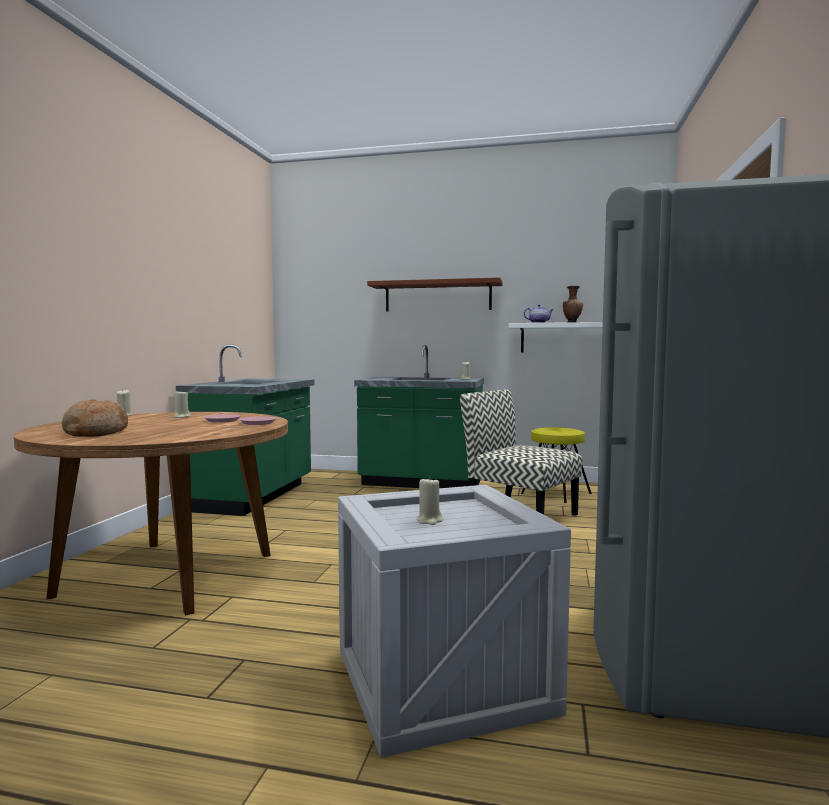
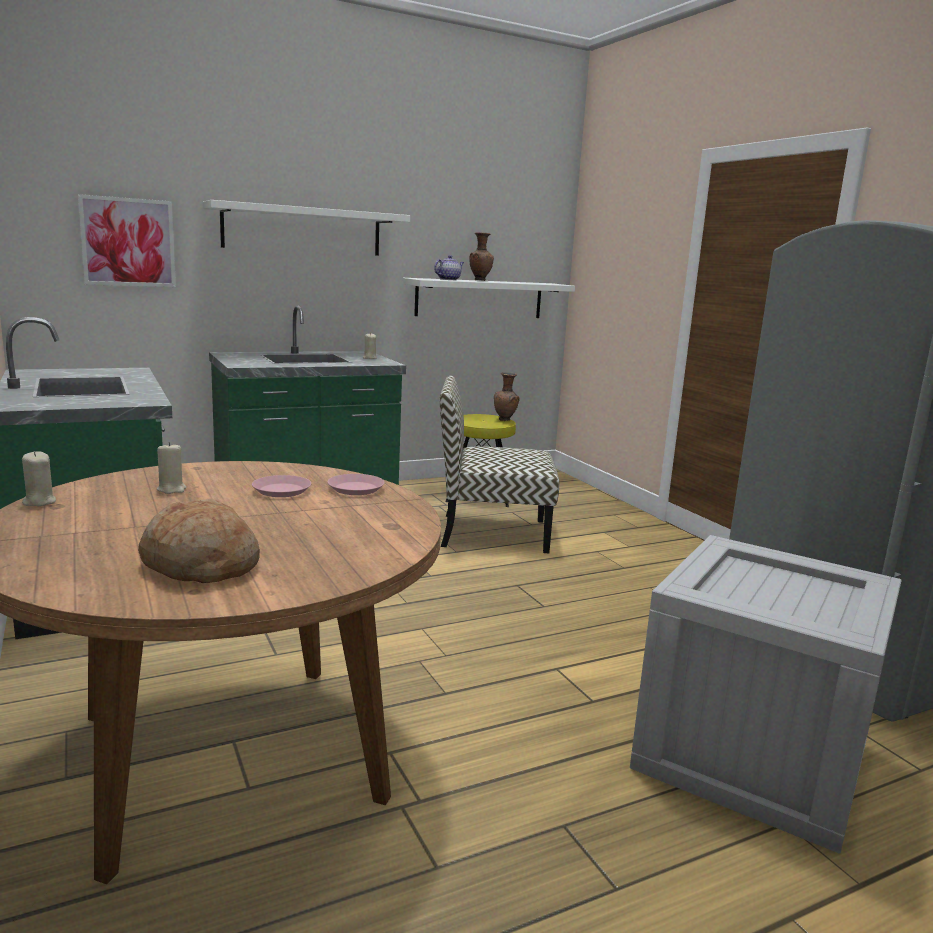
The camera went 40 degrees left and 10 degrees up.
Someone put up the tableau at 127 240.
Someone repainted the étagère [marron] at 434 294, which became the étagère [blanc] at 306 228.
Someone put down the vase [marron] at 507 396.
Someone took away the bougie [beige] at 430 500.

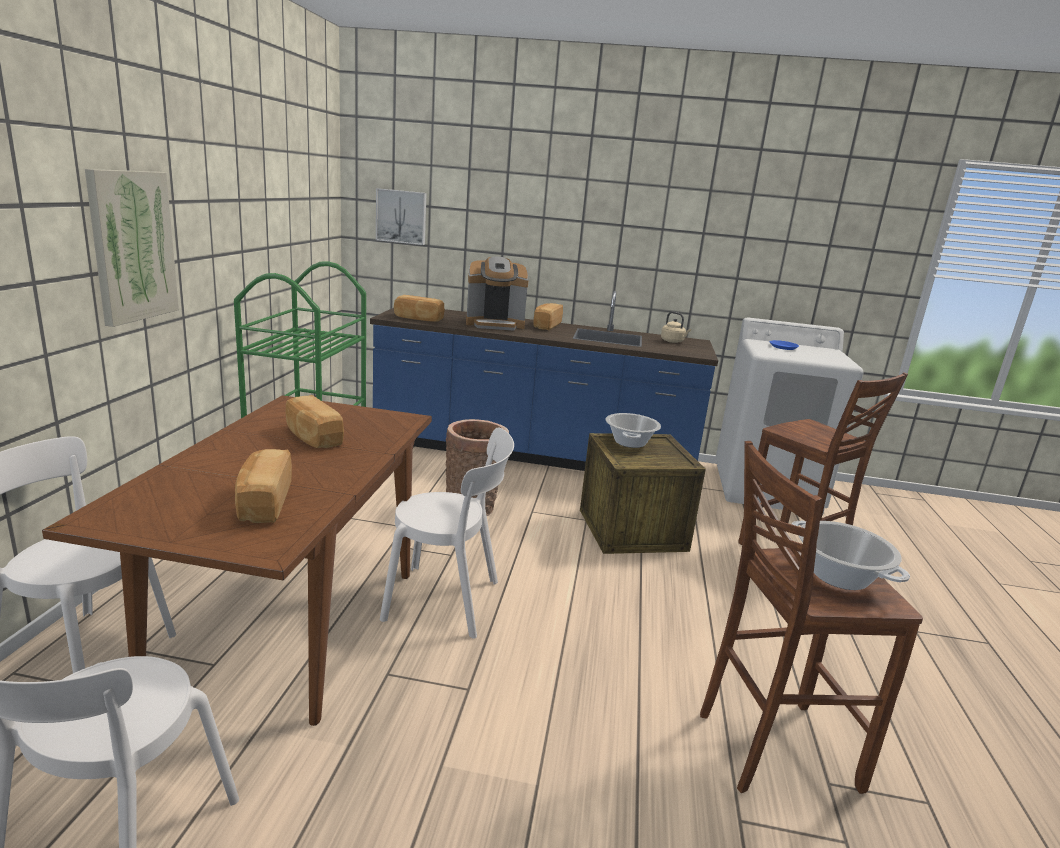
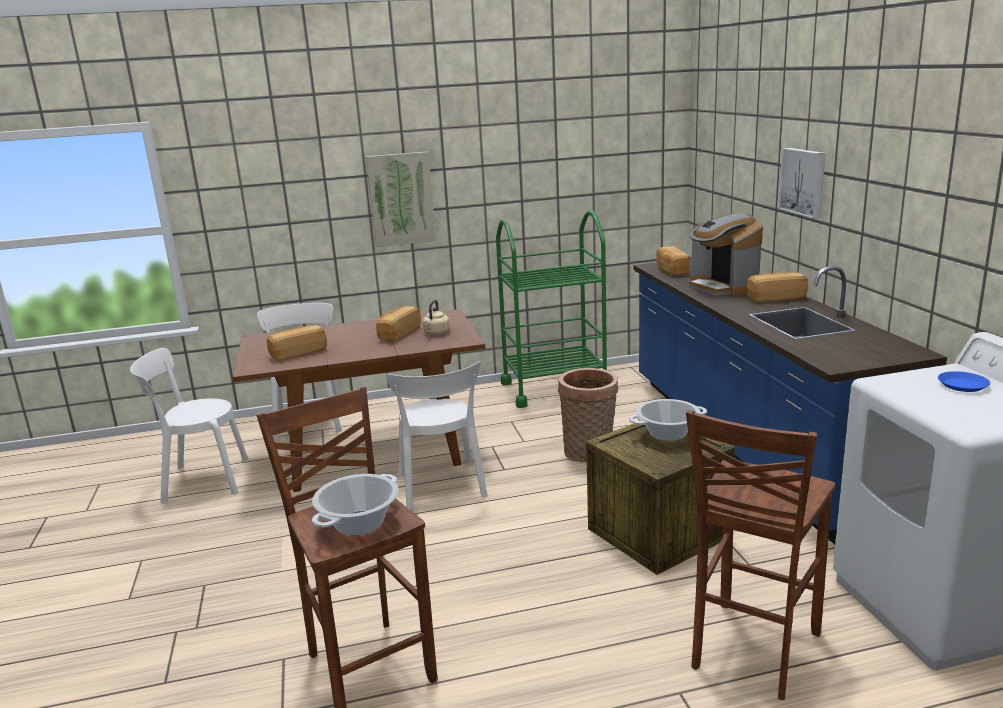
The camera went 70 degrees right and 0 degrees up.
Someone carried the bouilloire [beige] from 676 327 to 436 317.
Someone carried the tableau from 401 216 to 801 183.

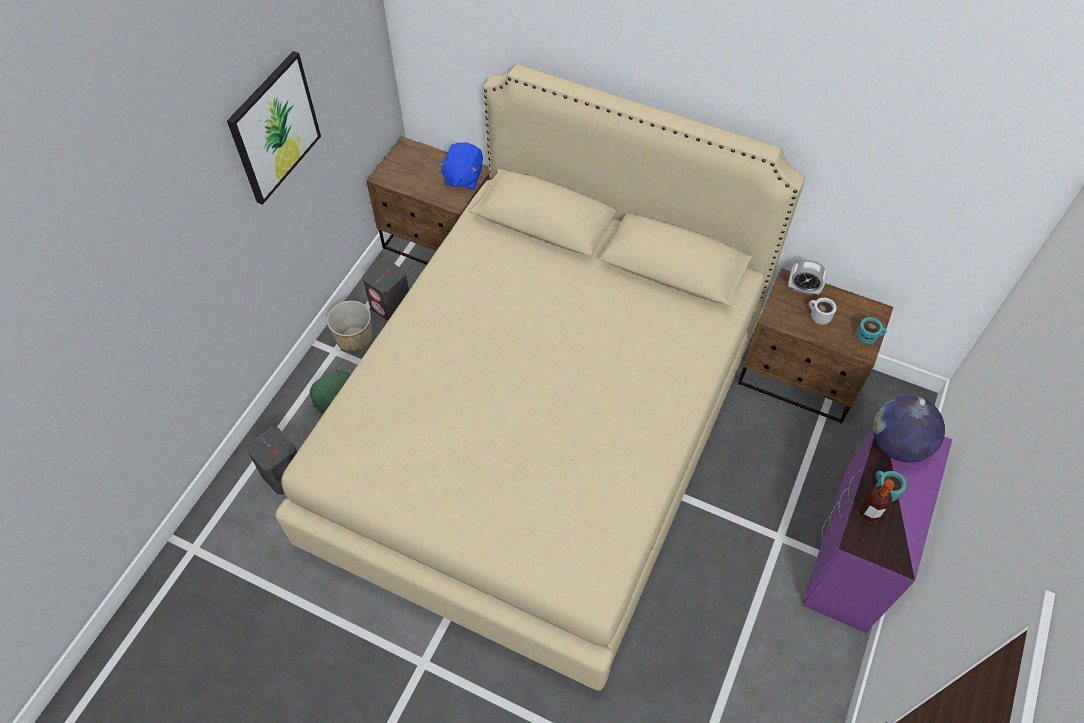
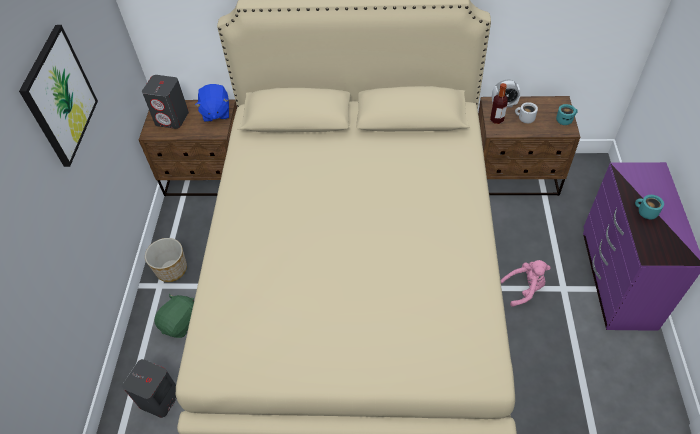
The camera went 20 degrees left and 5 degrees down.
Someone carried the enceinte [gris] from 385 289 to 165 102.
Someone carried the bouteille from 876 501 to 499 103.
Someone put down the peluche [rose] at 525 283.
Someone took away the globe at 909 429.

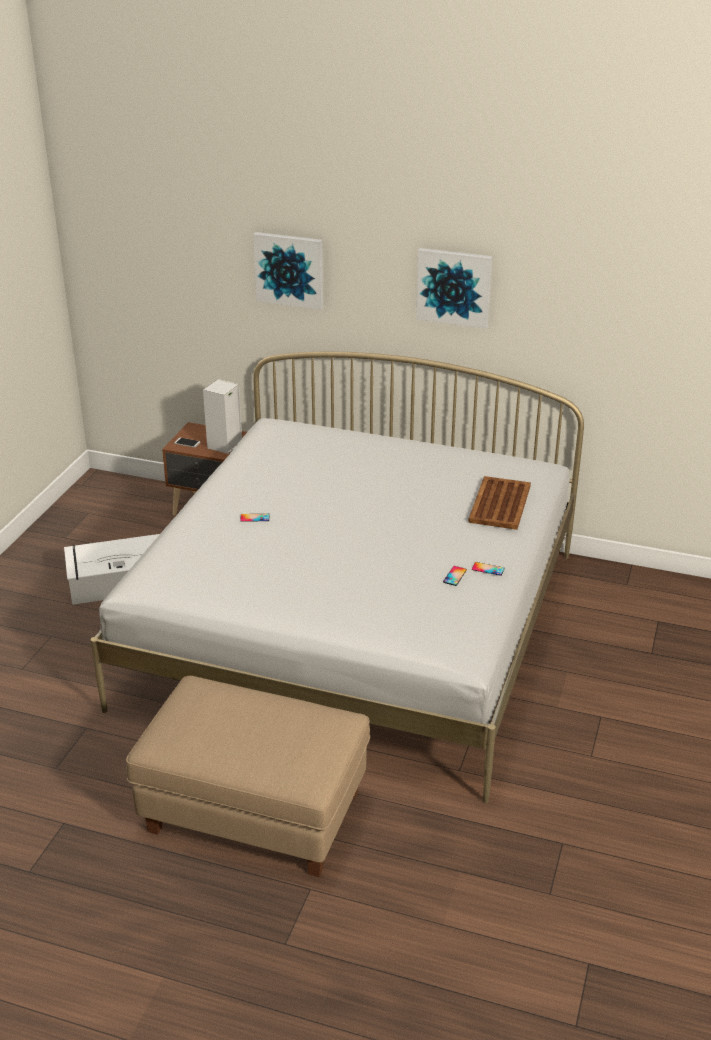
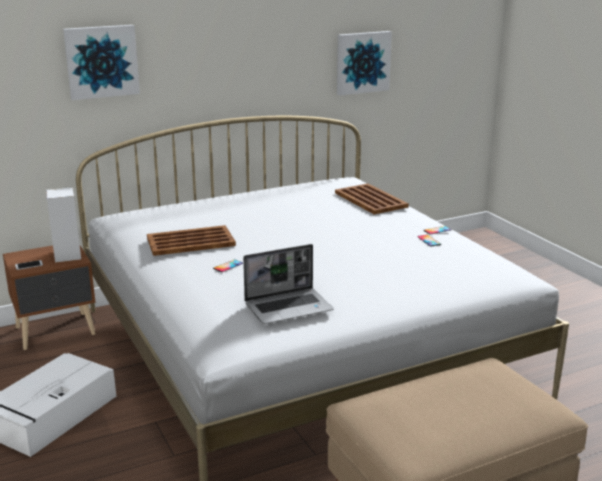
The camera went 45 degrees left and 10 degrees down.
Someone put down the plateau [marron] at 191 240.
Someone put down the ordinateur portable at 288 284.
Someone carried the tableau from 454 288 to 364 63.

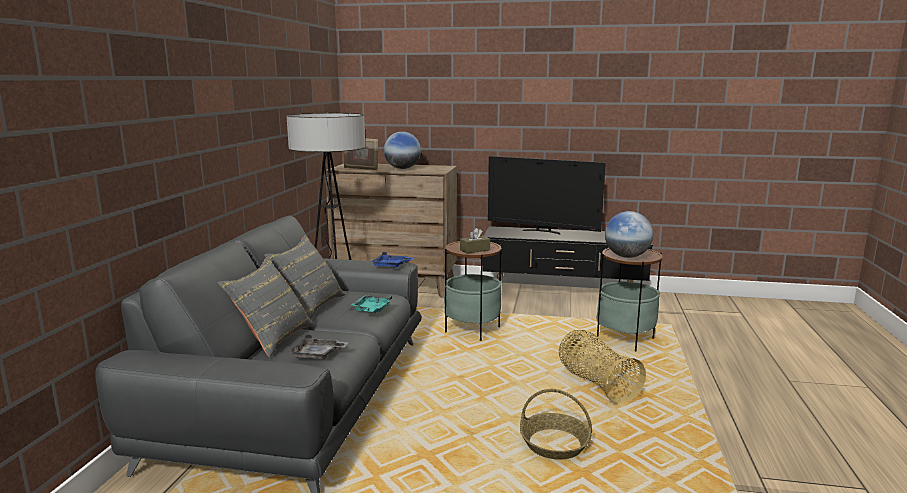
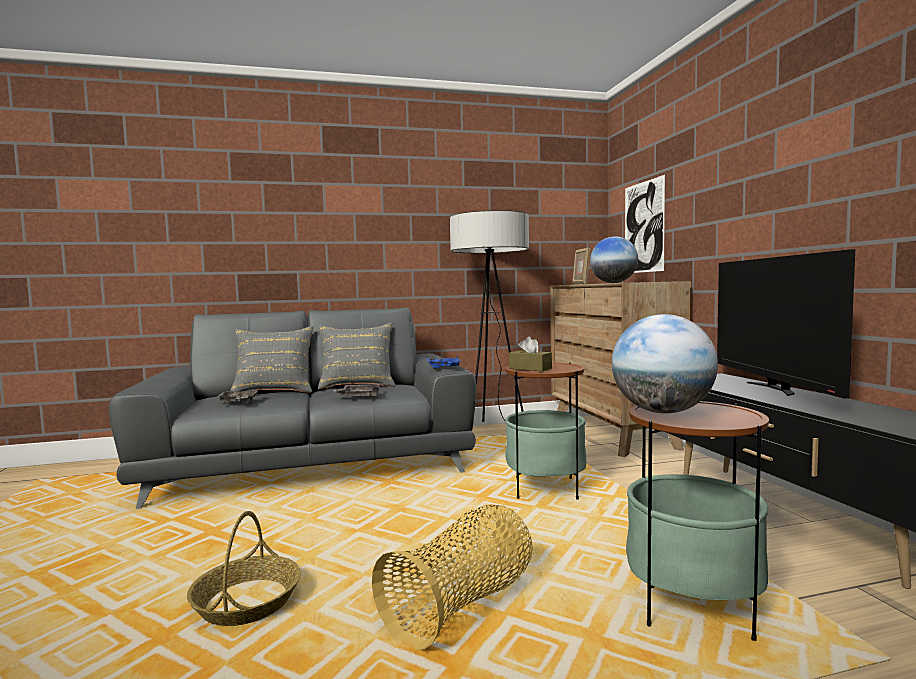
The camera went 65 degrees right and 10 degrees down.
Someone repainted the plateau [turquoise] at 371 304, which became the plateau [gris] at 356 390.
Someone put up the tableau at 645 224.

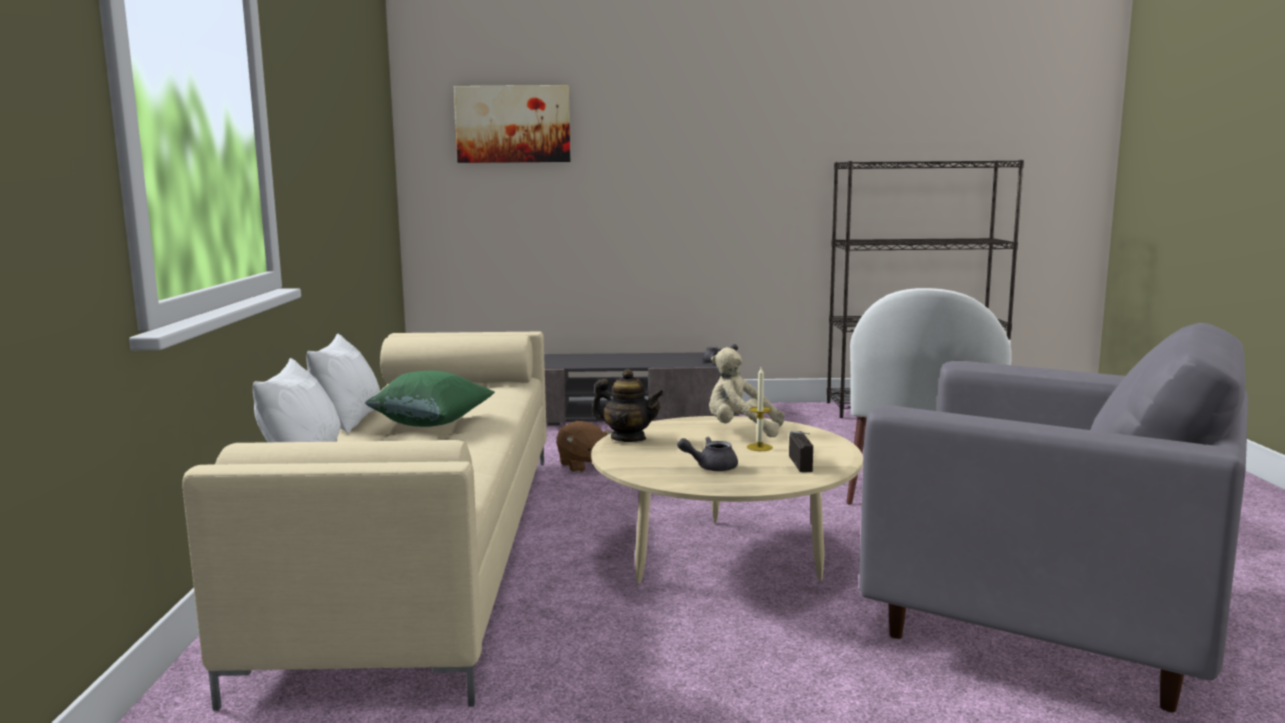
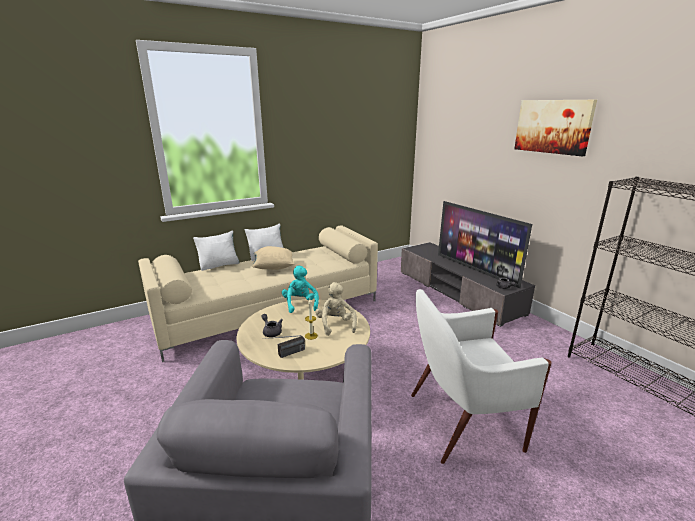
The camera went 60 degrees right and 10 degrees up.
Someone repainted the coussin [vert] at 430 399, which became the coussin [beige] at 273 258.
Someone swapped the théière at 628 405 for the peluche [turquoise] at 300 289.
Someone put down the téléviseur at 485 244.
Someone carried the tableau from 512 124 to 555 128.
Someone took away the peluche [marron] at 584 447.

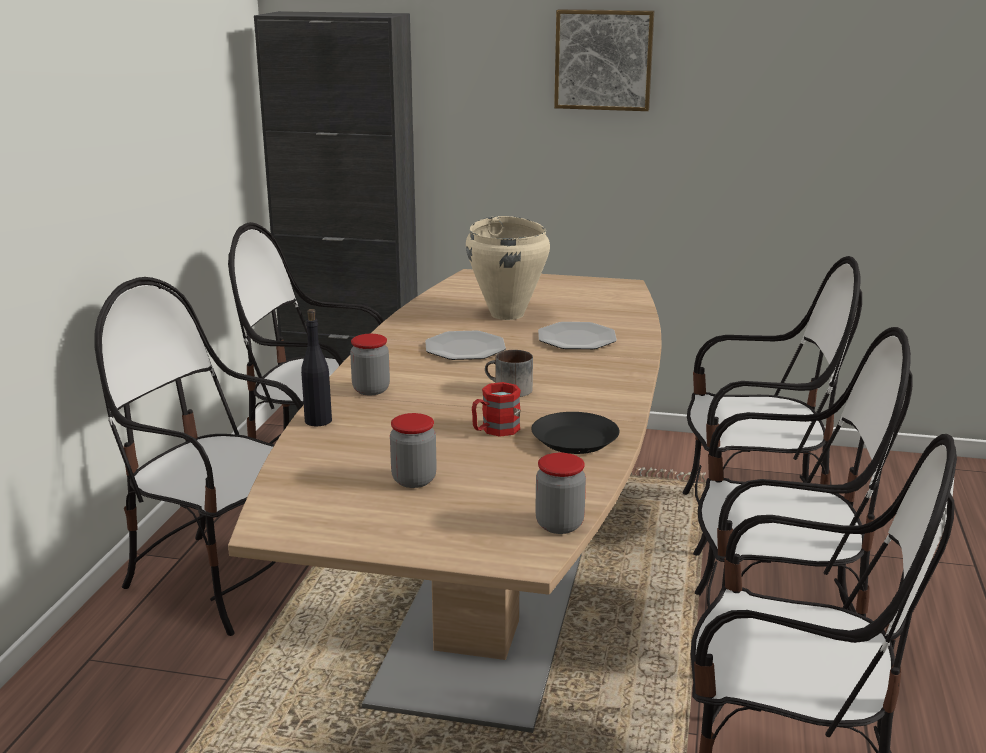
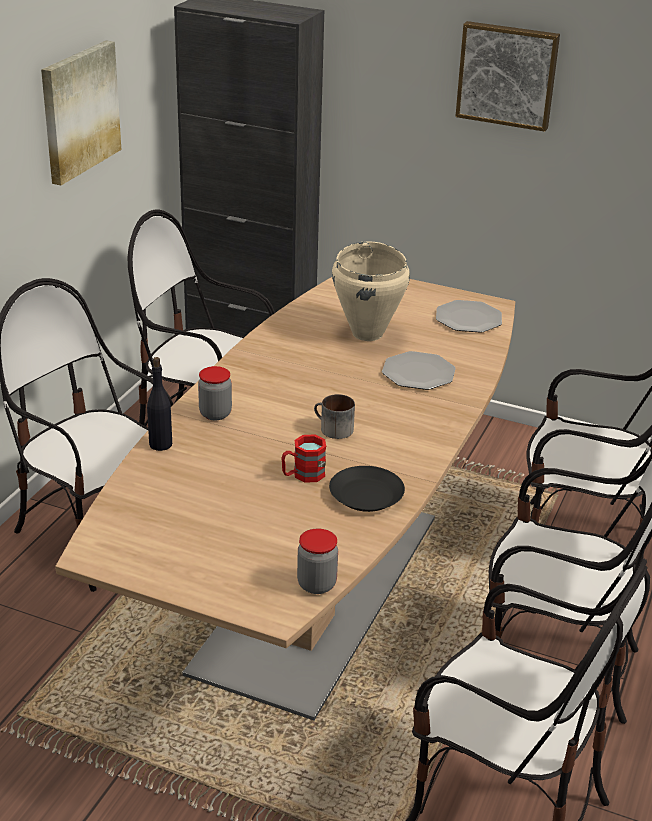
The camera went 10 degrees right and 10 degrees up.
Someone put up the tableau at 81 112.
Someone carried the assiette from 465 345 to 469 316.
Someone took away the bocal at 413 450.

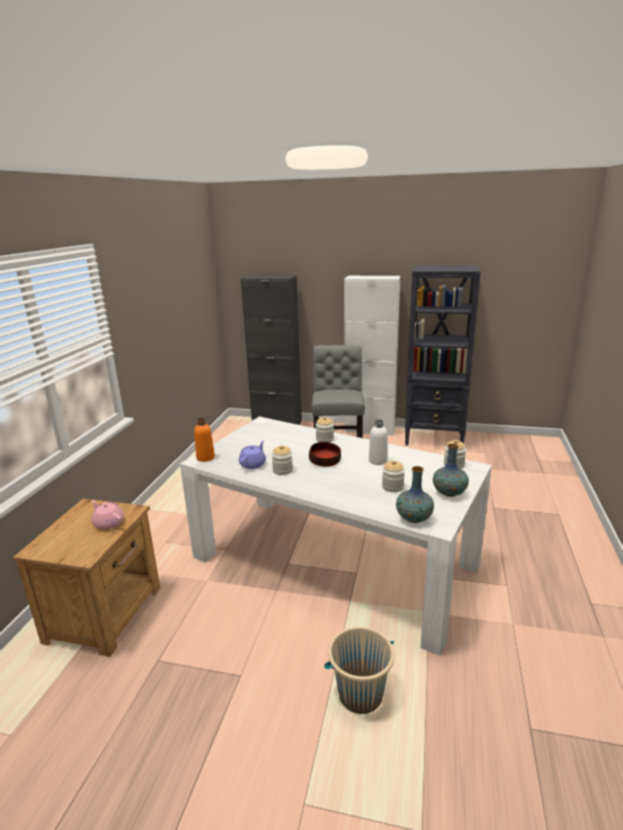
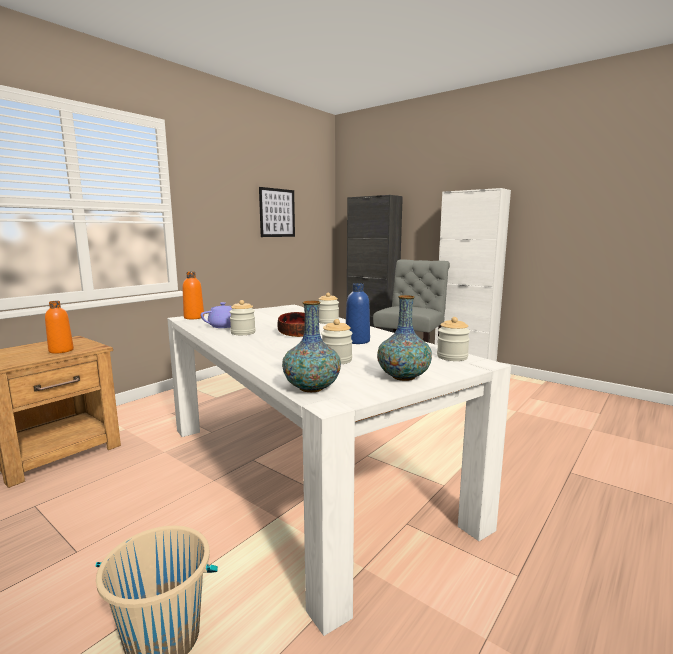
The camera went 25 degrees right and 10 degrees down.
Someone swapped the théière [rose] at 107 515 for the bouteille [orange] at 59 327.
Someone put up the tableau at 277 212.
Someone repainted the bouteille [blanc] at 378 442, which became the bouteille [bleu] at 358 313.
Someone took away the bibliothèque [noir] at 443 355.

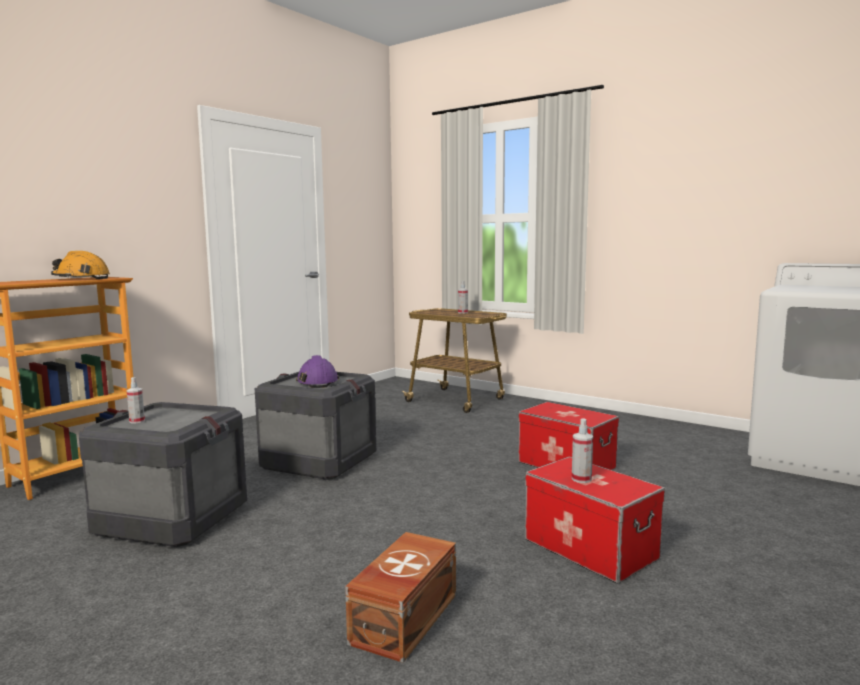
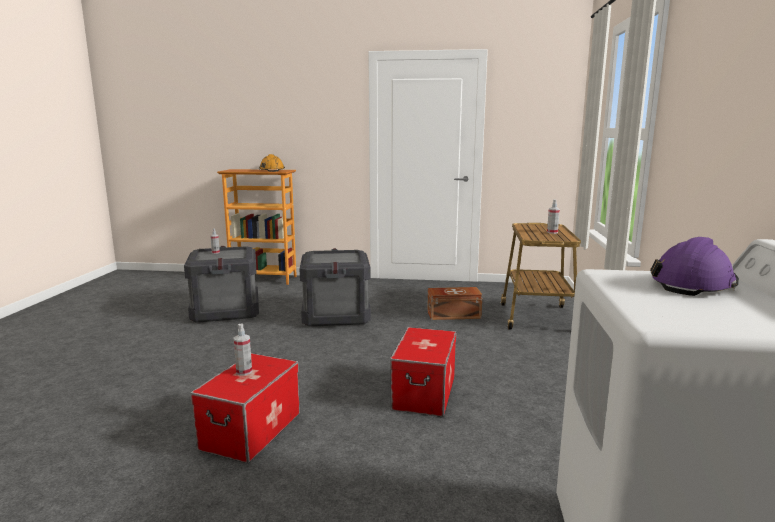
The camera went 60 degrees right and 5 degrees up.
Someone carried the boîte de rangement [marron] from 400 597 to 455 303.
Someone carried the casque de chantier [violet] from 317 371 to 694 266.

